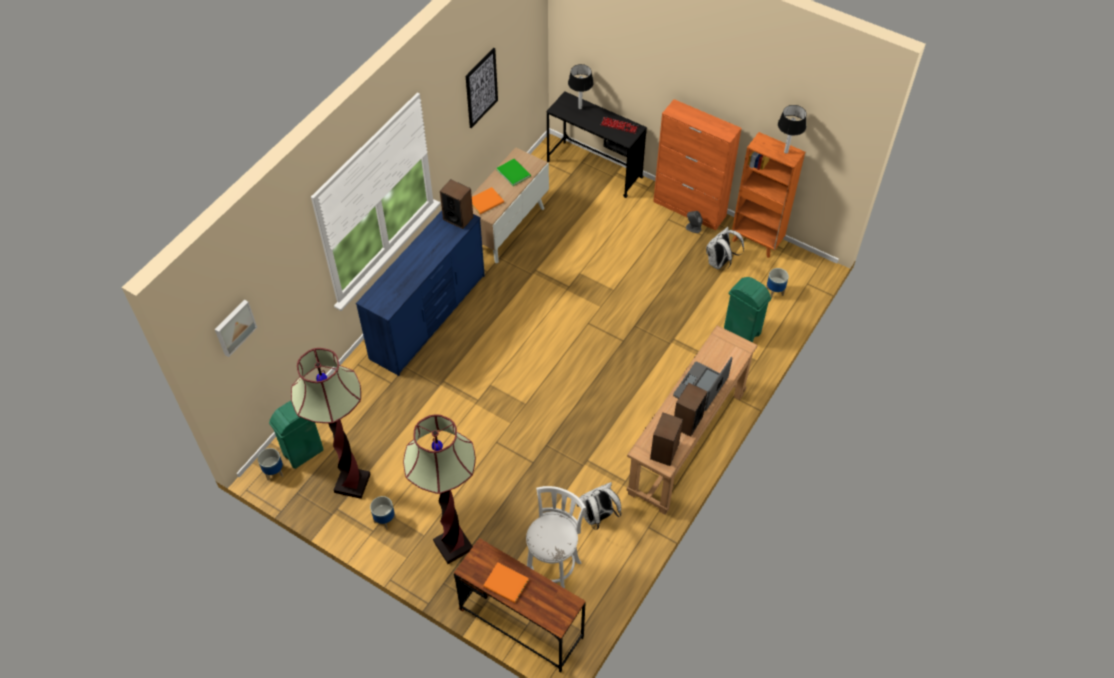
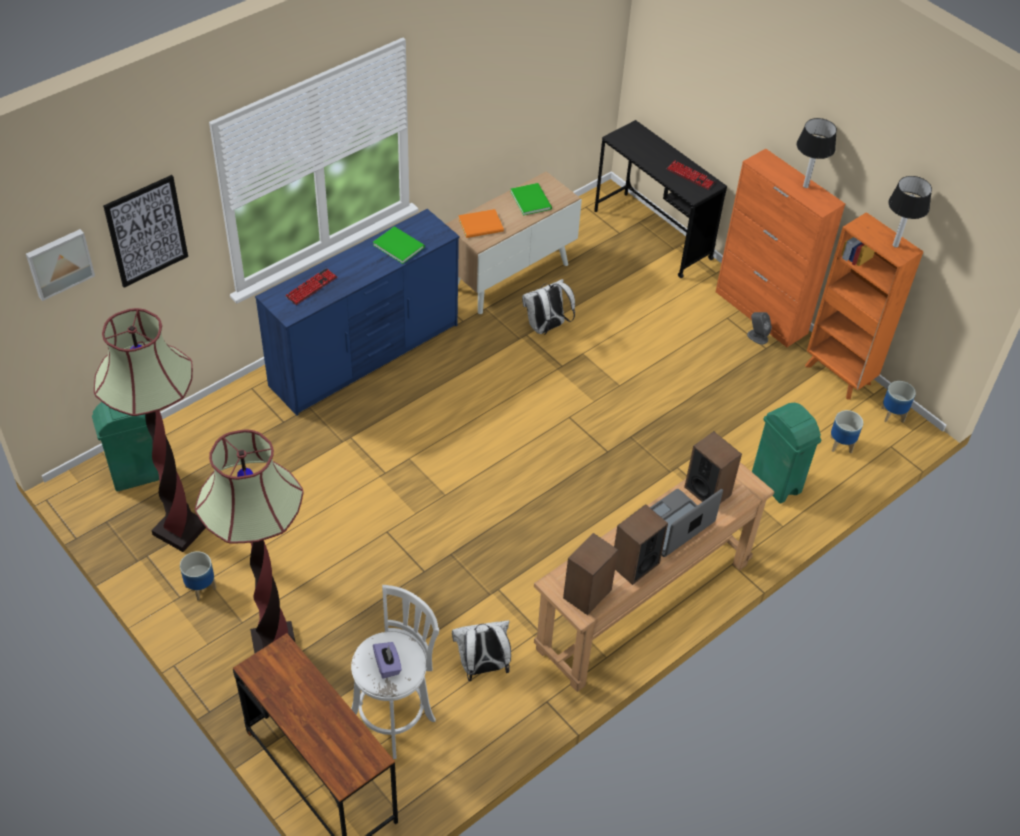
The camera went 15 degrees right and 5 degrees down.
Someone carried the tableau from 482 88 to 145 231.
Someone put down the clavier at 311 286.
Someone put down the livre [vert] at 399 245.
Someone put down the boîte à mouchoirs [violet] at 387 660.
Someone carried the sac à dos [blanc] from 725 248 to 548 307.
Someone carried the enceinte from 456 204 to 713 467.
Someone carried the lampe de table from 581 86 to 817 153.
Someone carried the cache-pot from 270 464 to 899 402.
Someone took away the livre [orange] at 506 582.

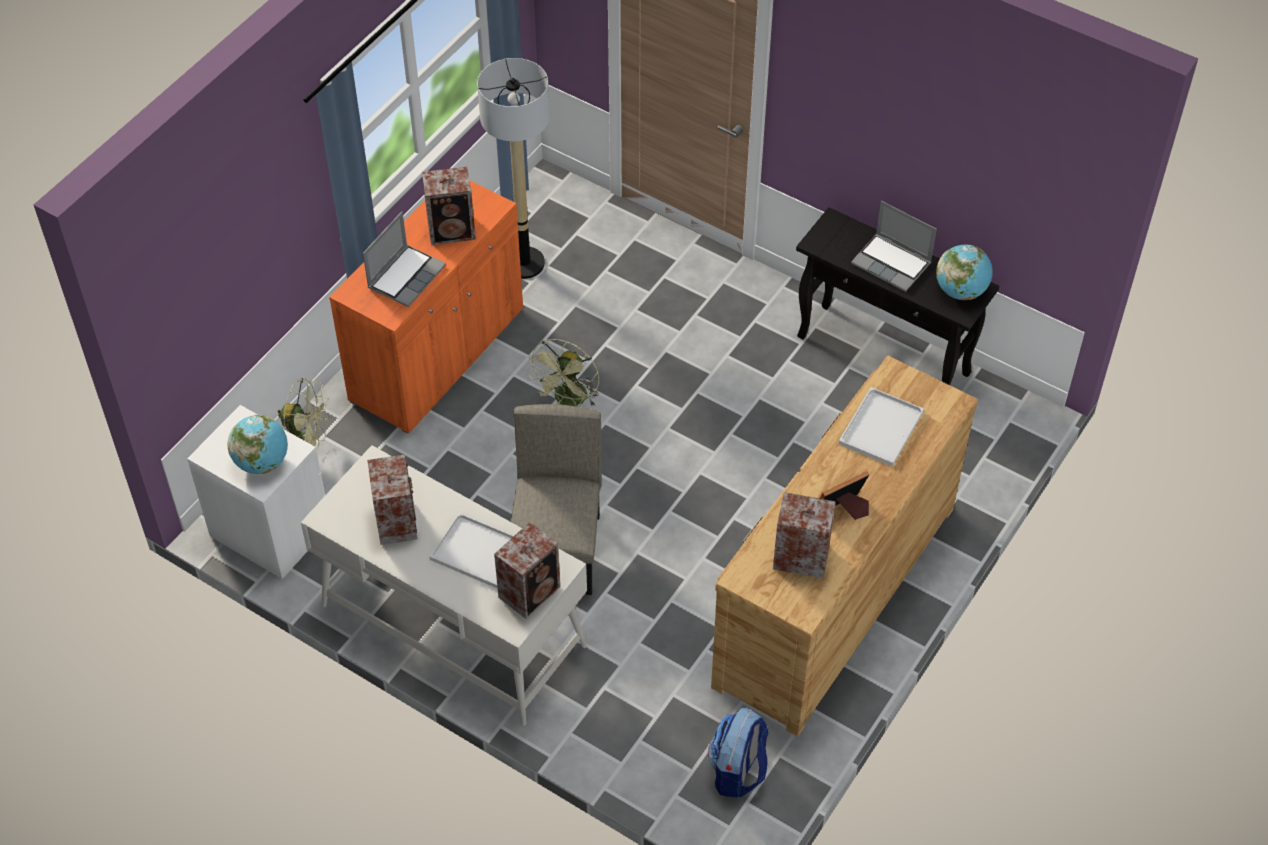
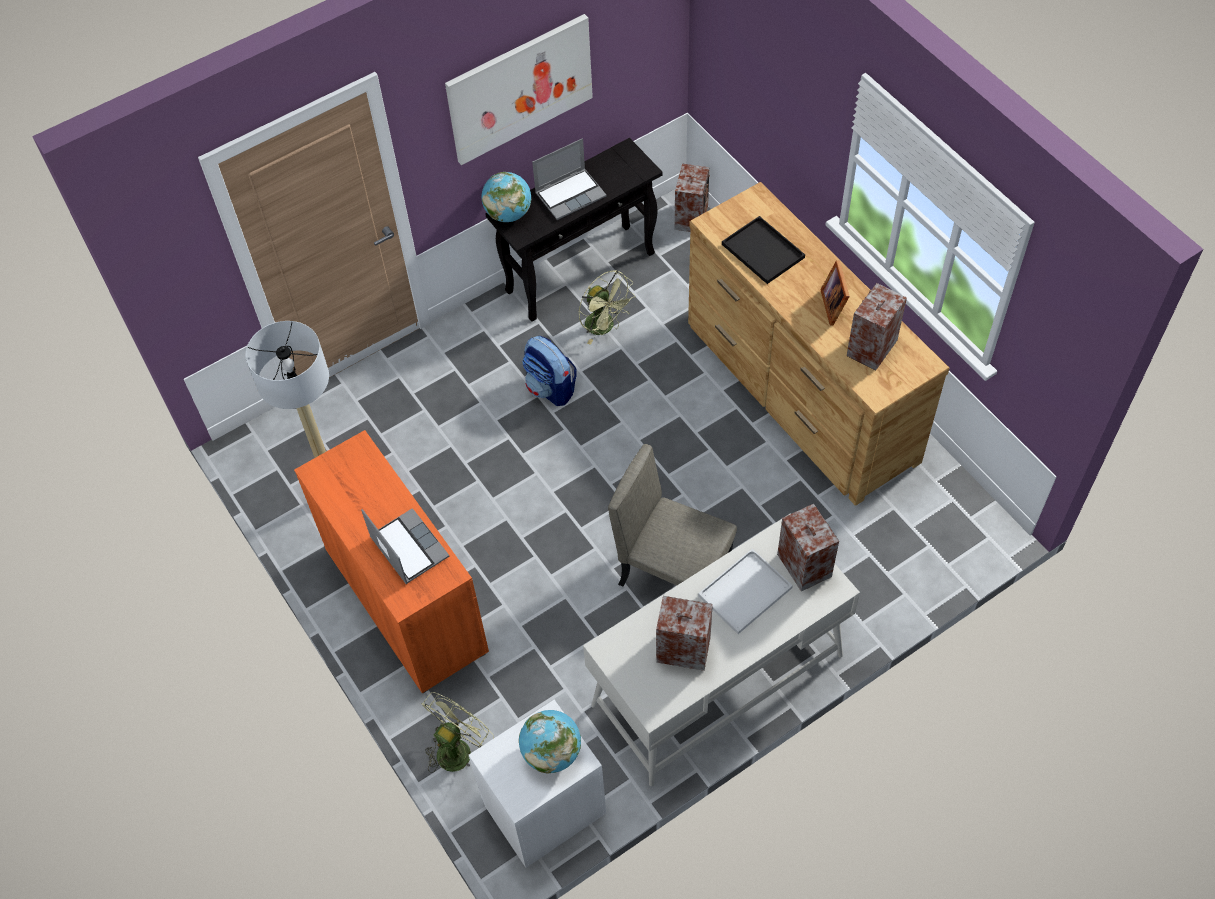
The camera went 65 degrees left and 5 degrees up.
Someone put up the tableau at 519 89.
Someone carried the globe from 964 272 to 506 197.
Someone carried the sac à dos from 738 752 to 549 371.
Someone carried the ventilateur [vert] from 563 372 to 607 307.
Someone carried the enceinte from 449 206 to 692 198.
Someone repainted the plateau [blanc] at 881 427, which became the plateau [noir] at 763 250.

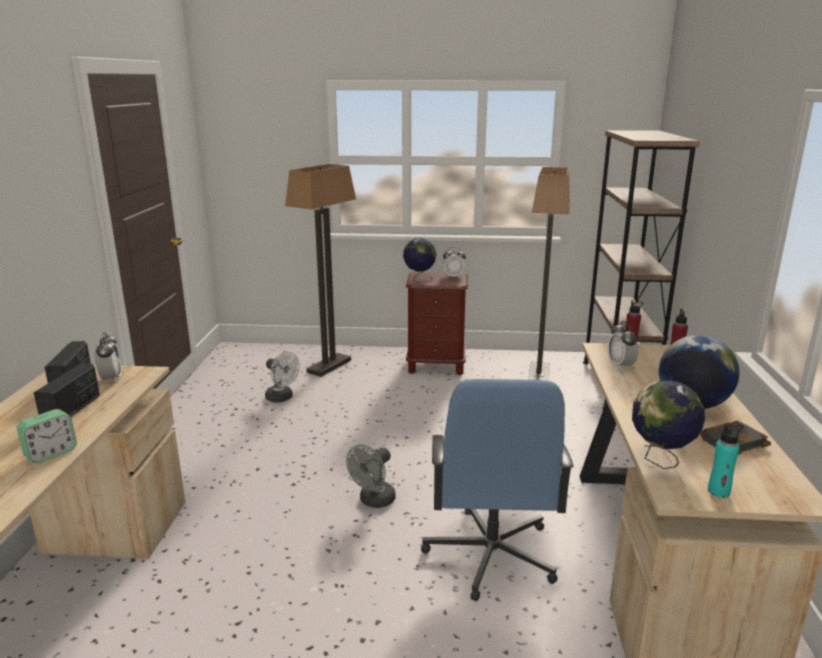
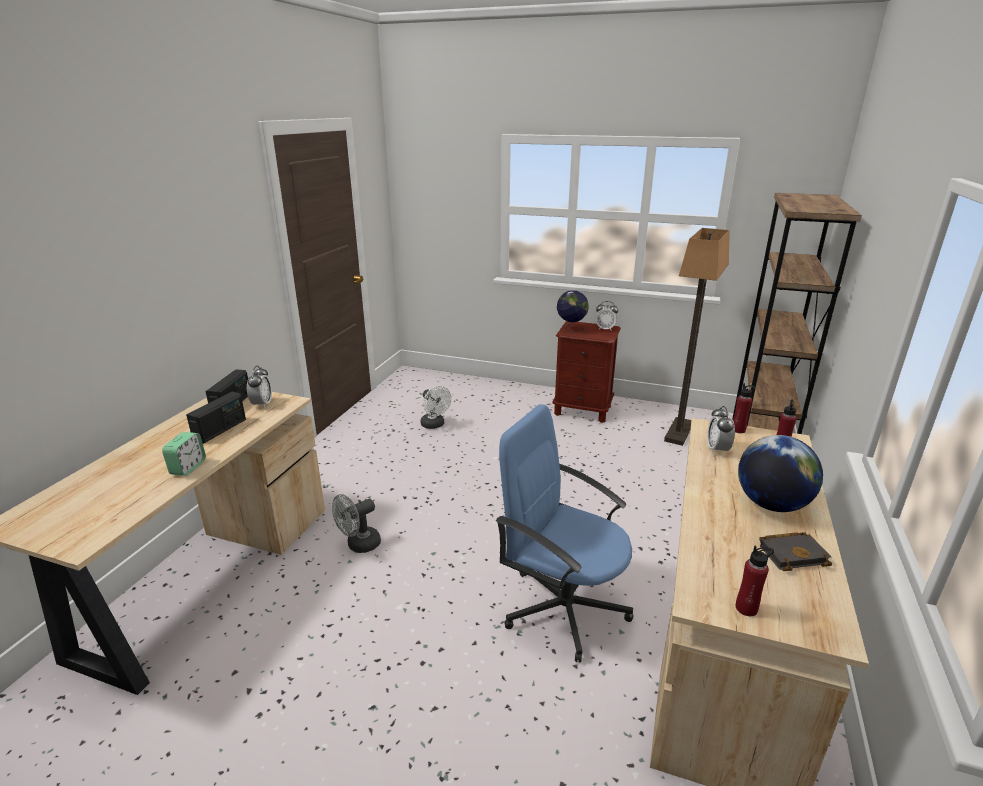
The camera went 15 degrees right and 5 degrees up.
Someone rotated the réveil at 47 436 by 45 degrees counterclockwise.
Someone carried the ventilateur [gris] from 371 476 to 356 523.
Someone rotated the chaise de bureau [bleu] at 497 490 by 105 degrees clockwise.
Someone repainted the bouteille [turquoise] at 725 461, which became the bouteille [rouge] at 755 580.
Someone took away the lampadaire at 320 270.
Someone took away the globe at 668 425.

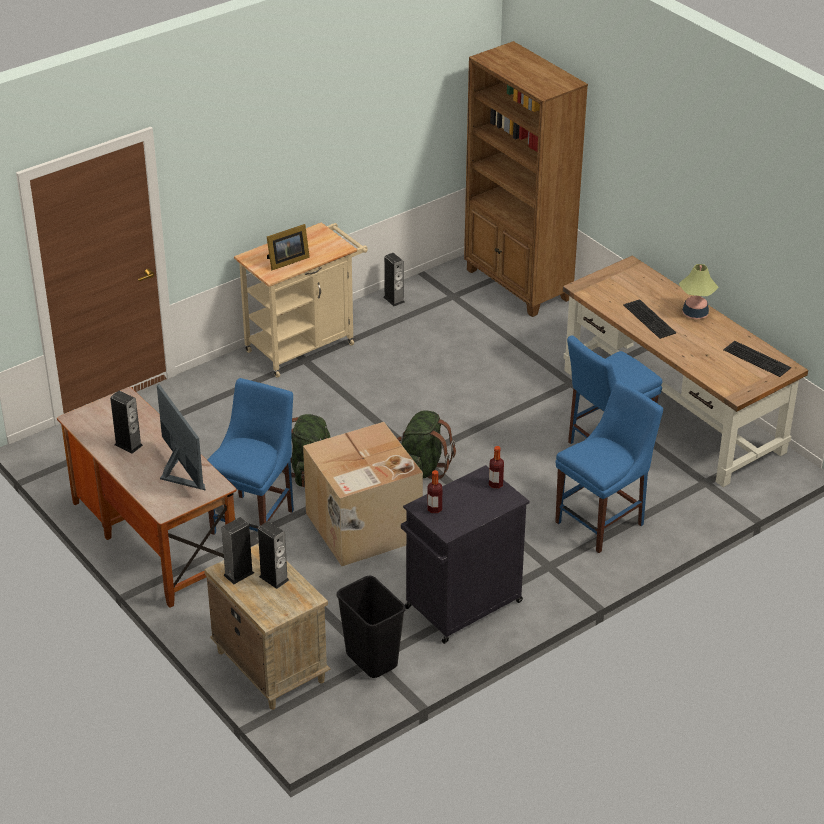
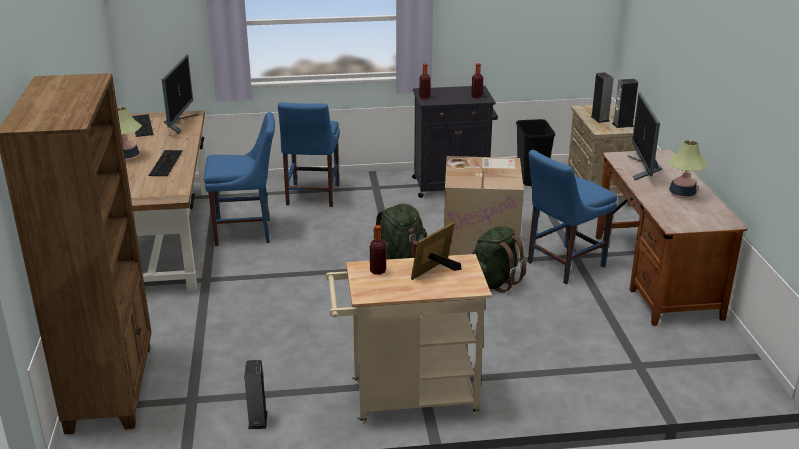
The camera went 150 degrees left and 10 degrees down.
Someone put down the écran d'ordinateur at 180 94.
Someone rotated the chaise [bleu] at 609 467 by 75 degrees counterclockwise.
Someone put down the bouteille at 378 250.
Someone rotated the cadre photo at 288 247 by 45 degrees counterclockwise.
Someone swapped the enceinte at 126 422 for the lampe de table at 687 169.

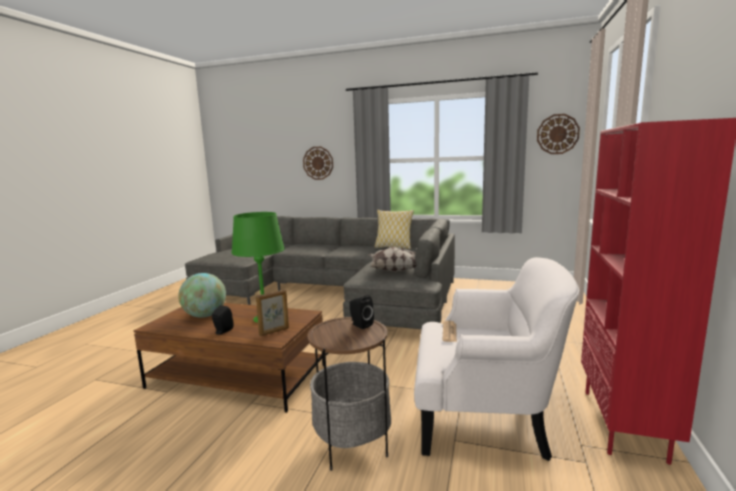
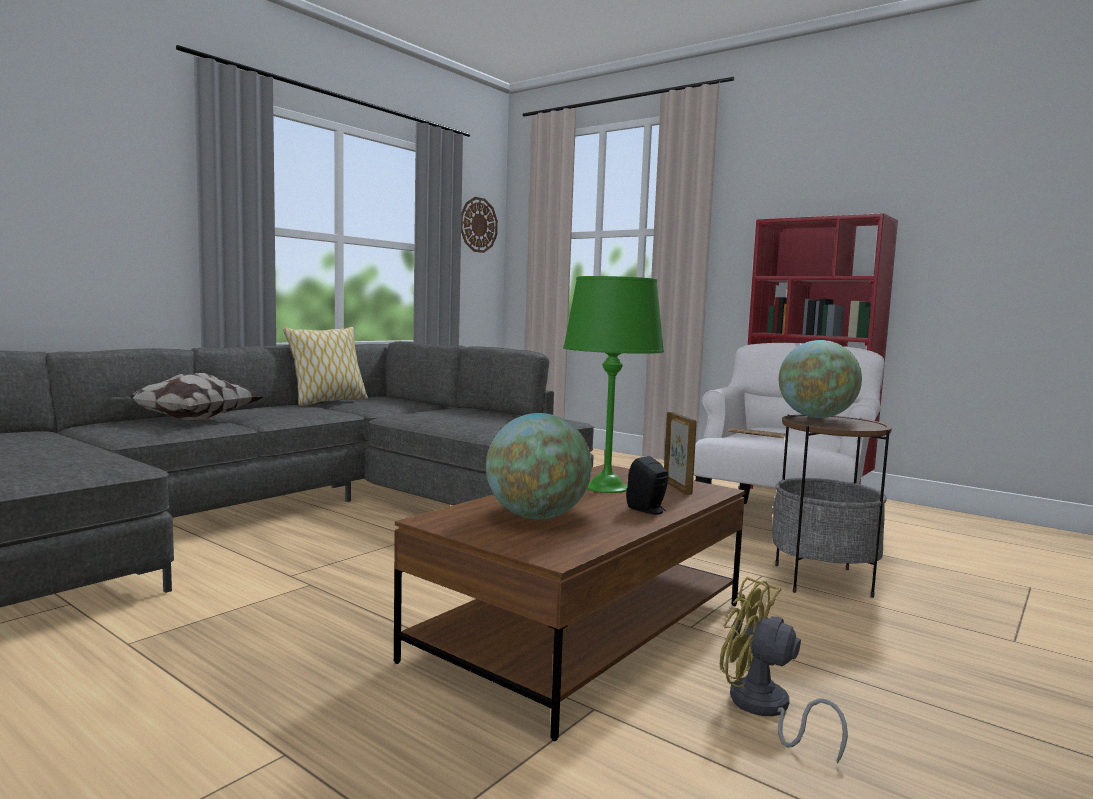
The camera went 70 degrees left and 5 degrees down.
Someone carried the coussin from 392 259 to 188 397.
Someone put down the ventilateur [jaune] at 784 670.
Someone swapped the enceinte [noir] at 362 312 for the globe at 820 379.
Someone took away the horloge murale at 318 163.

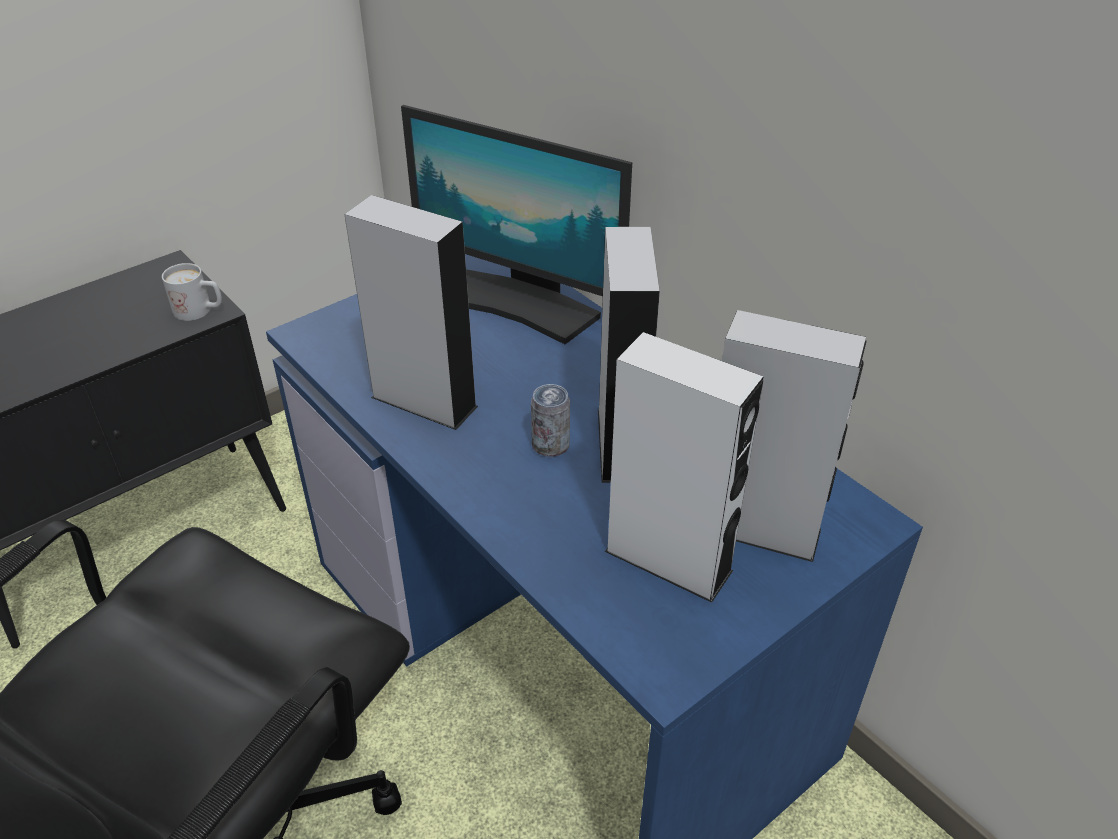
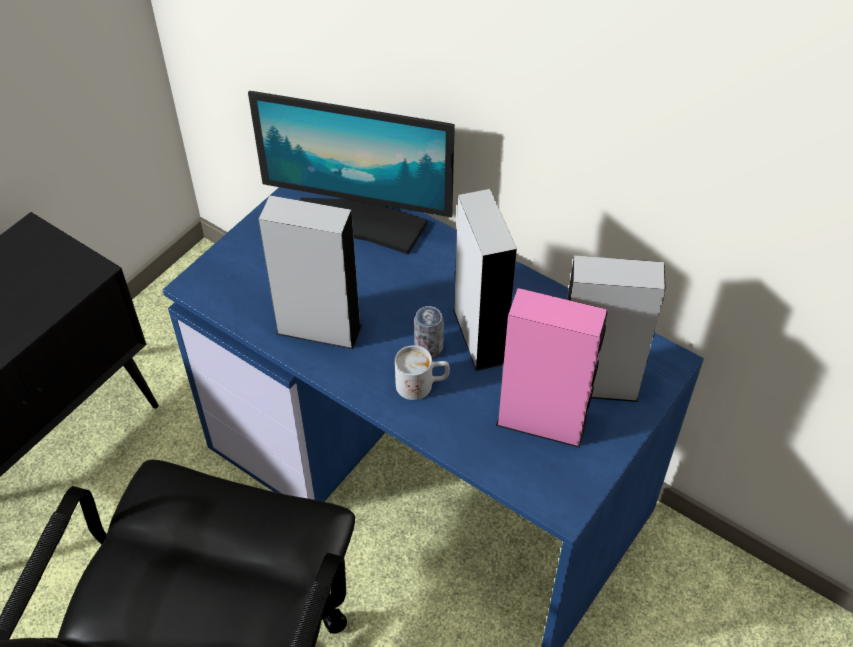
The camera went 15 degrees left and 10 degrees up.
Someone carried the mug [blanc] from 192 292 to 422 372.
Someone repainted the enceinte [blanc] at 684 467, which became the enceinte [rose] at 552 368.

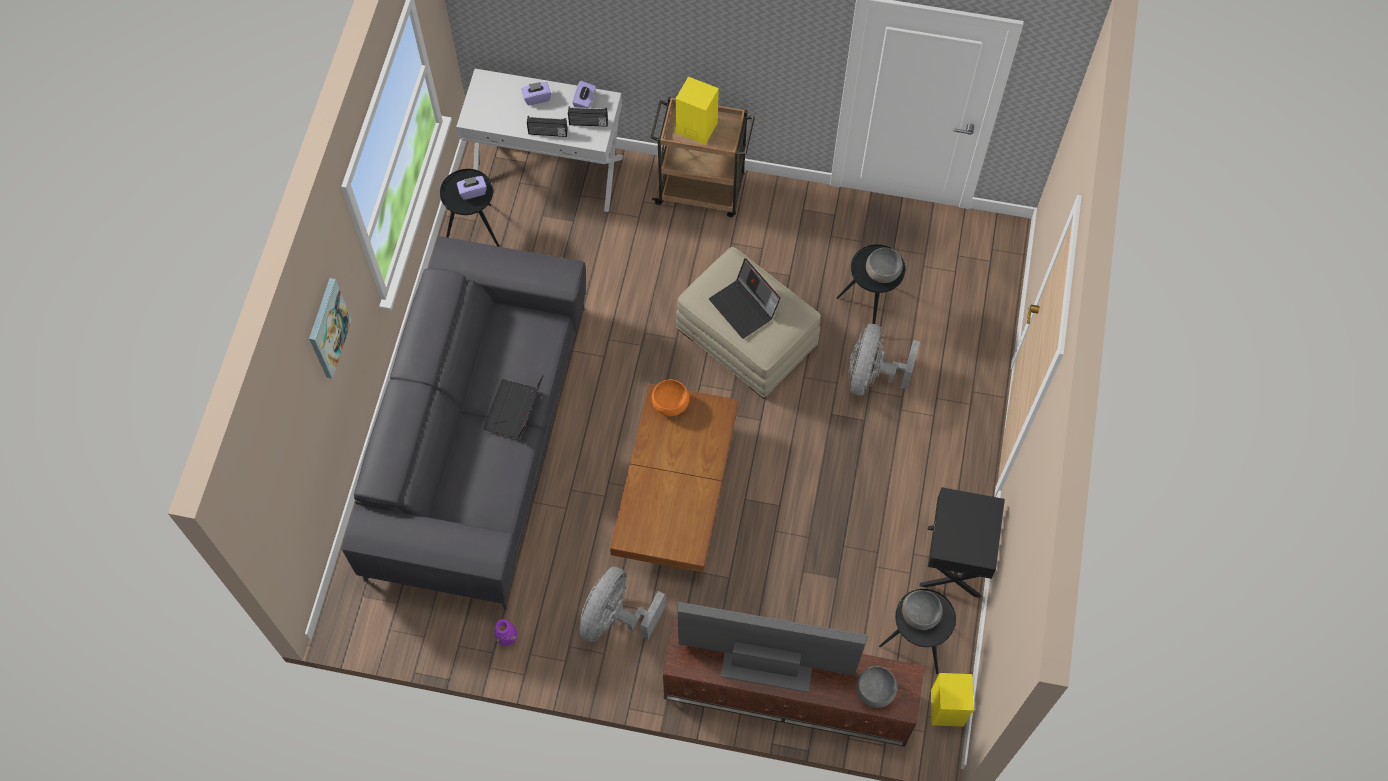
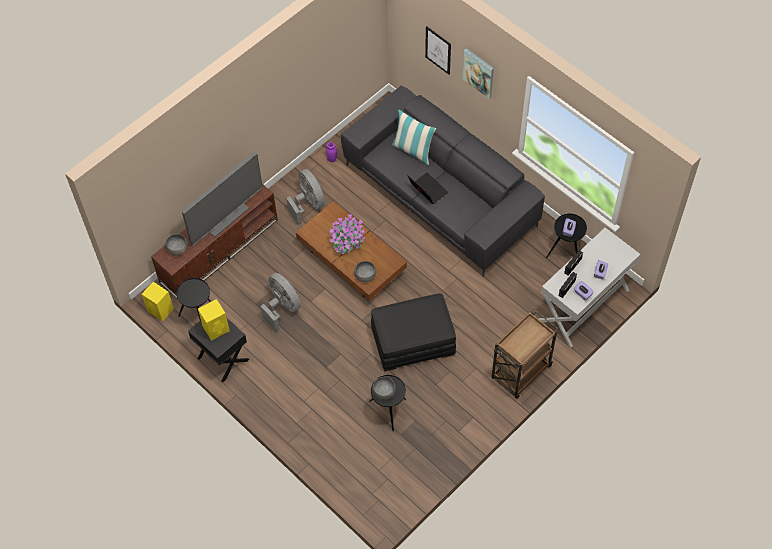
The camera went 125 degrees right and 5 degrees down.
Someone carried the enceinte [jaune] from 697 111 to 214 320.
Someone carried the ventilateur [gris] from 884 360 to 281 302.
Someone put down the plante en pot at 347 234.
Someone carried the bol [gris] from 922 610 to 365 271.
Someone repainted the pouf [beige] at 748 323, which became the pouf [noir] at 413 332.
Someone put down the coussin at 414 137.
Someone put up the tableau at 438 50.
Someone took away the bol [orange] at 670 397.
Someone took away the ordinateur portable at 745 298.

